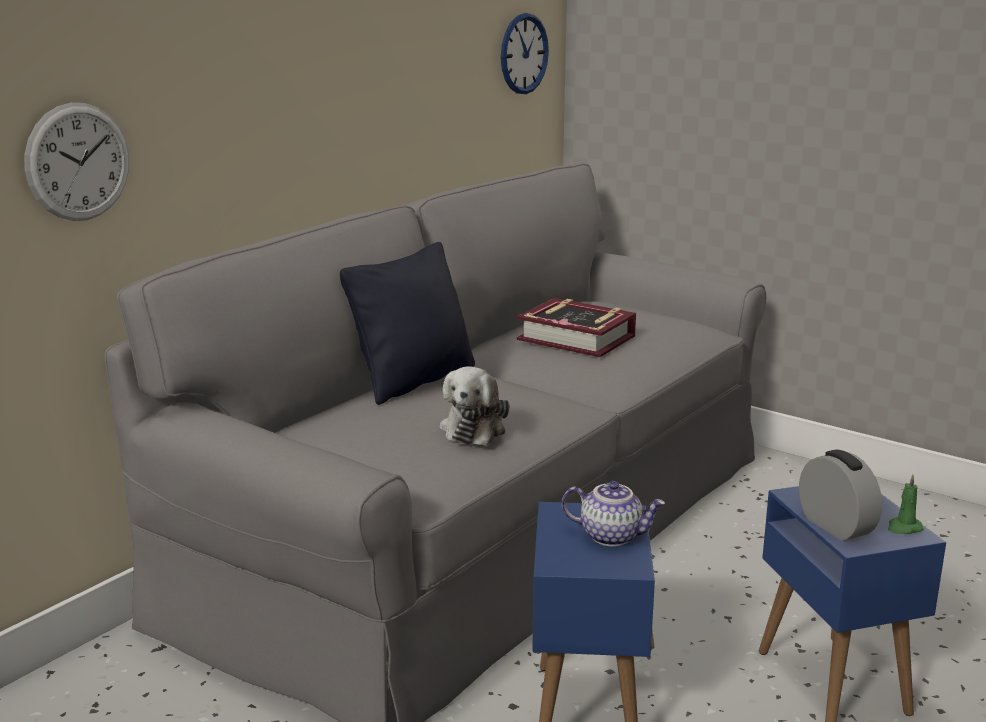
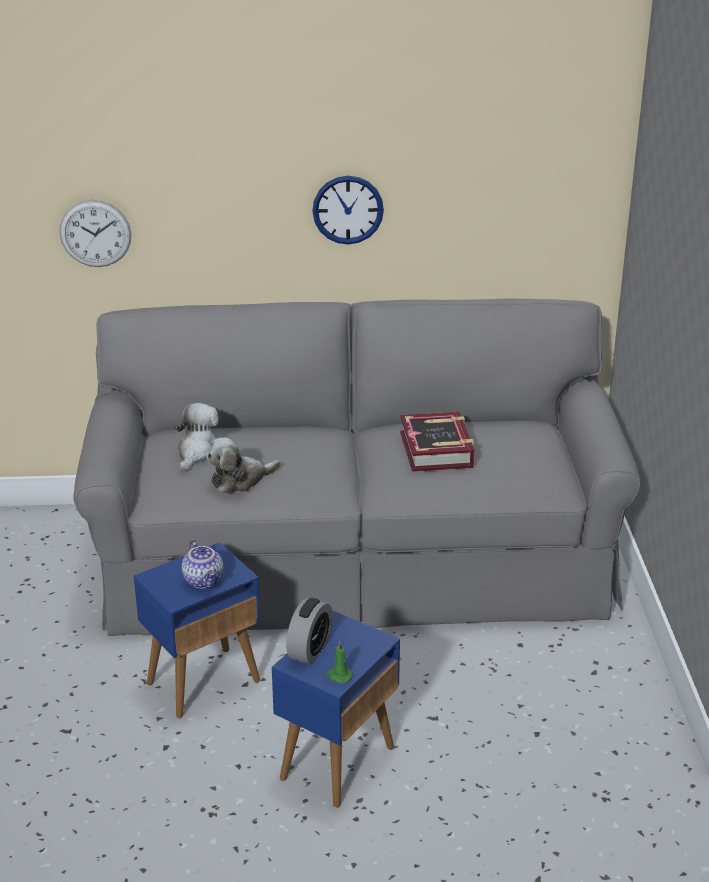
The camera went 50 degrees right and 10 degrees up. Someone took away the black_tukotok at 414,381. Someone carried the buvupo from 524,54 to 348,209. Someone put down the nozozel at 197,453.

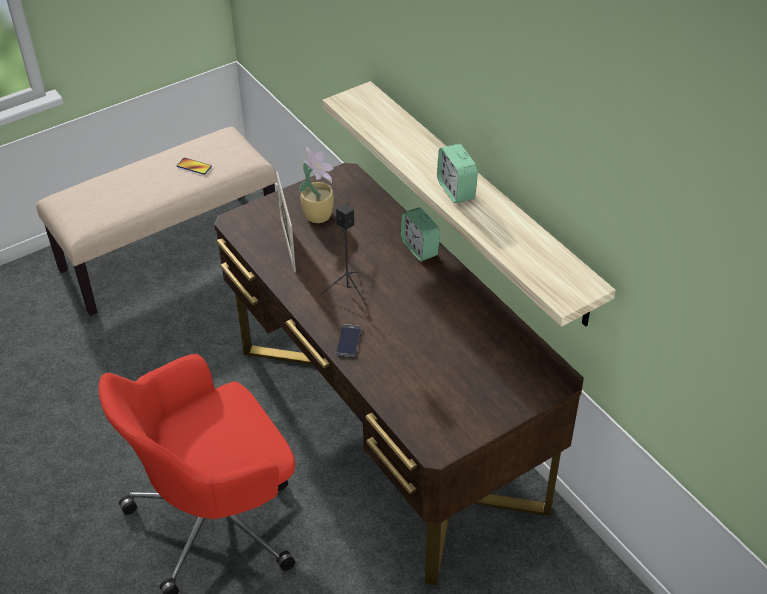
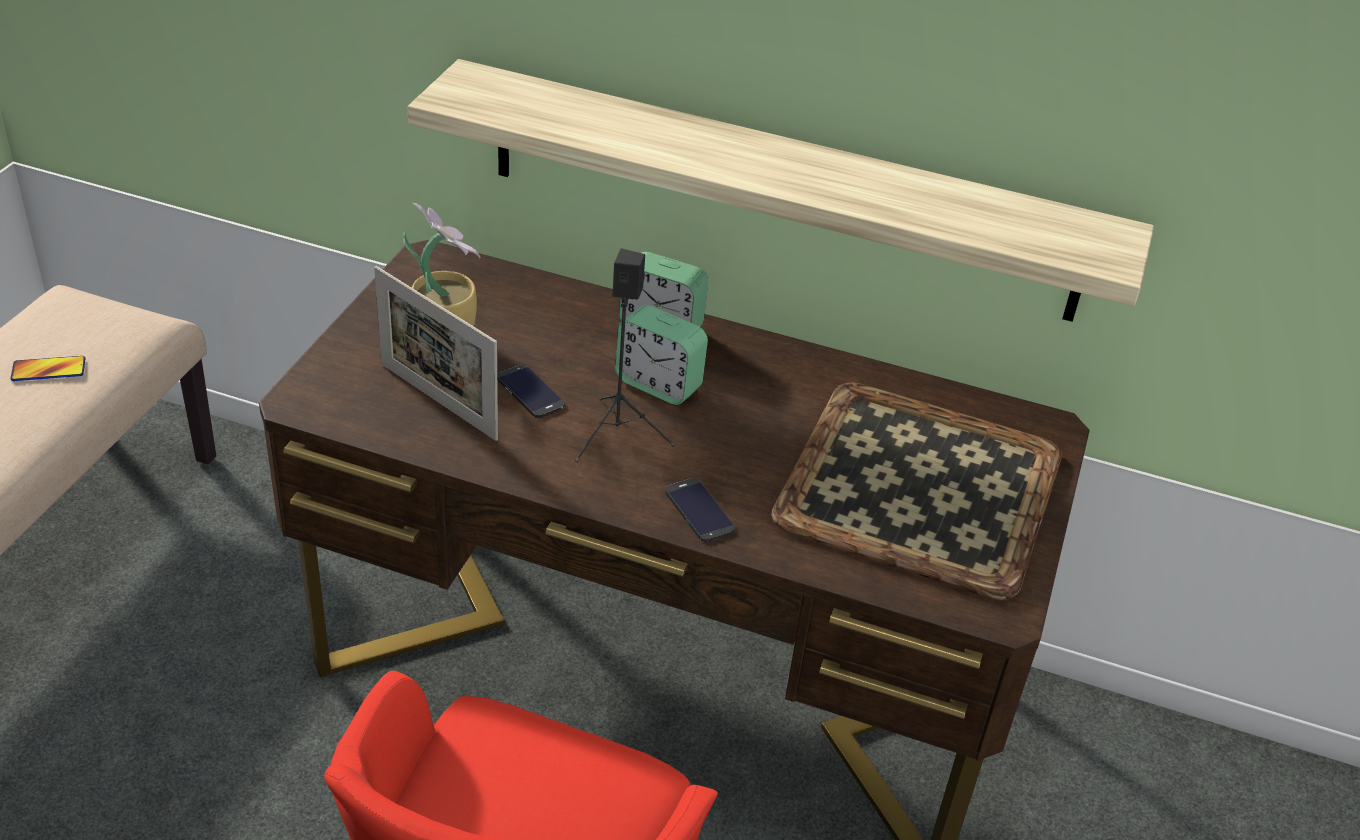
The camera went 40 degrees left and 5 degrees down. Someone carried the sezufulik from 456,190 to 658,384. Someone put down the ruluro at 530,392. Someone put down the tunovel at 916,488.

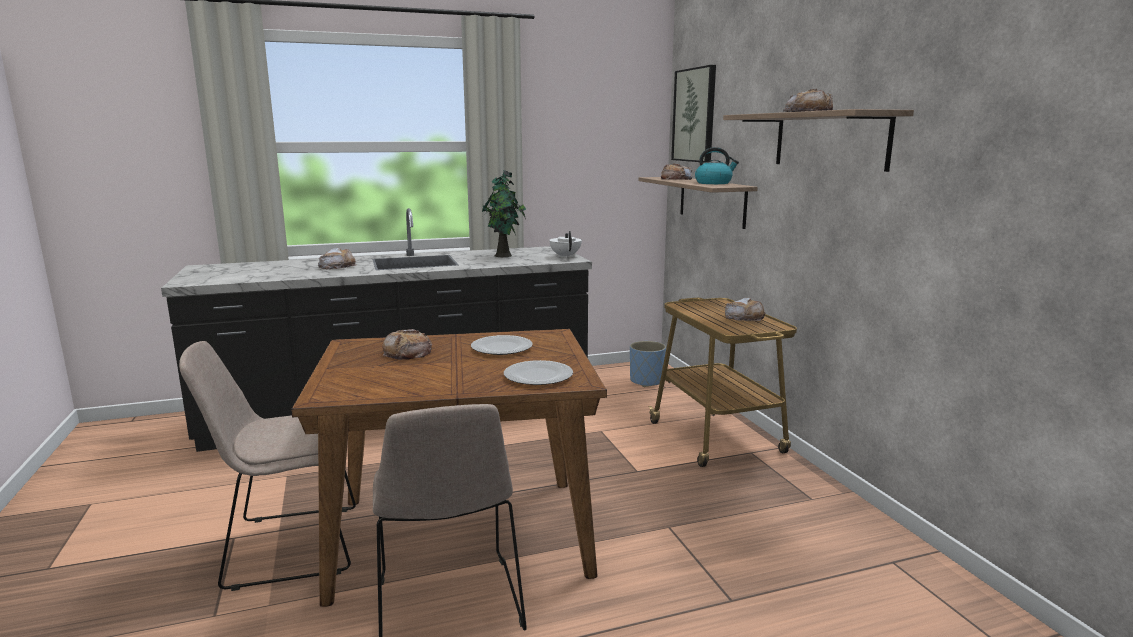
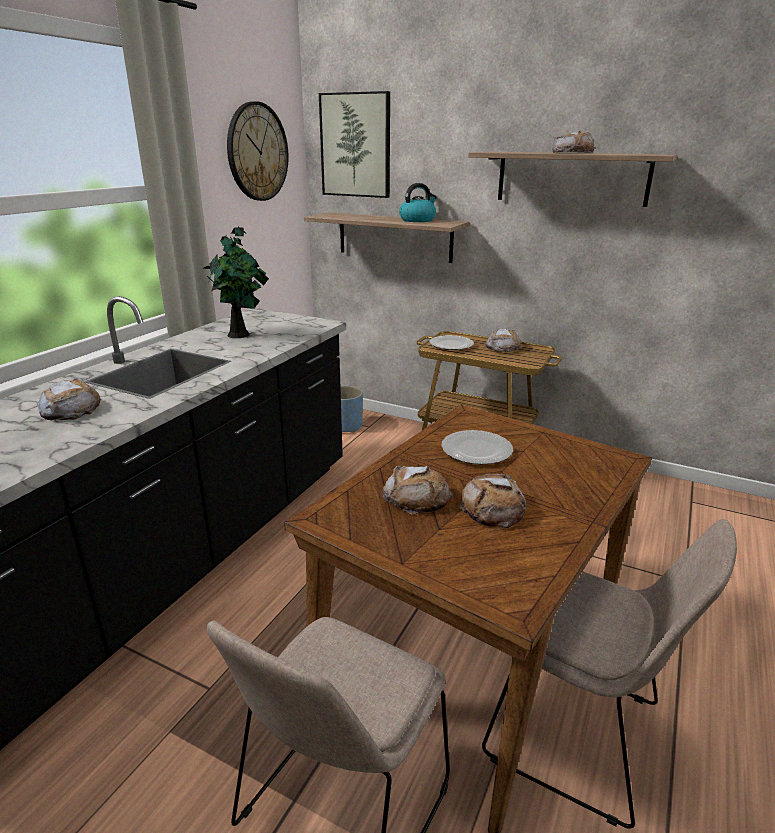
The camera went 45 degrees left and 10 degrees up. Someone carried the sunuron from 539,376 to 452,345. Someone took away the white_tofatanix at 565,256. Someone carried the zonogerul from 676,179 to 493,508. Someone put up the buvupo at 257,152.

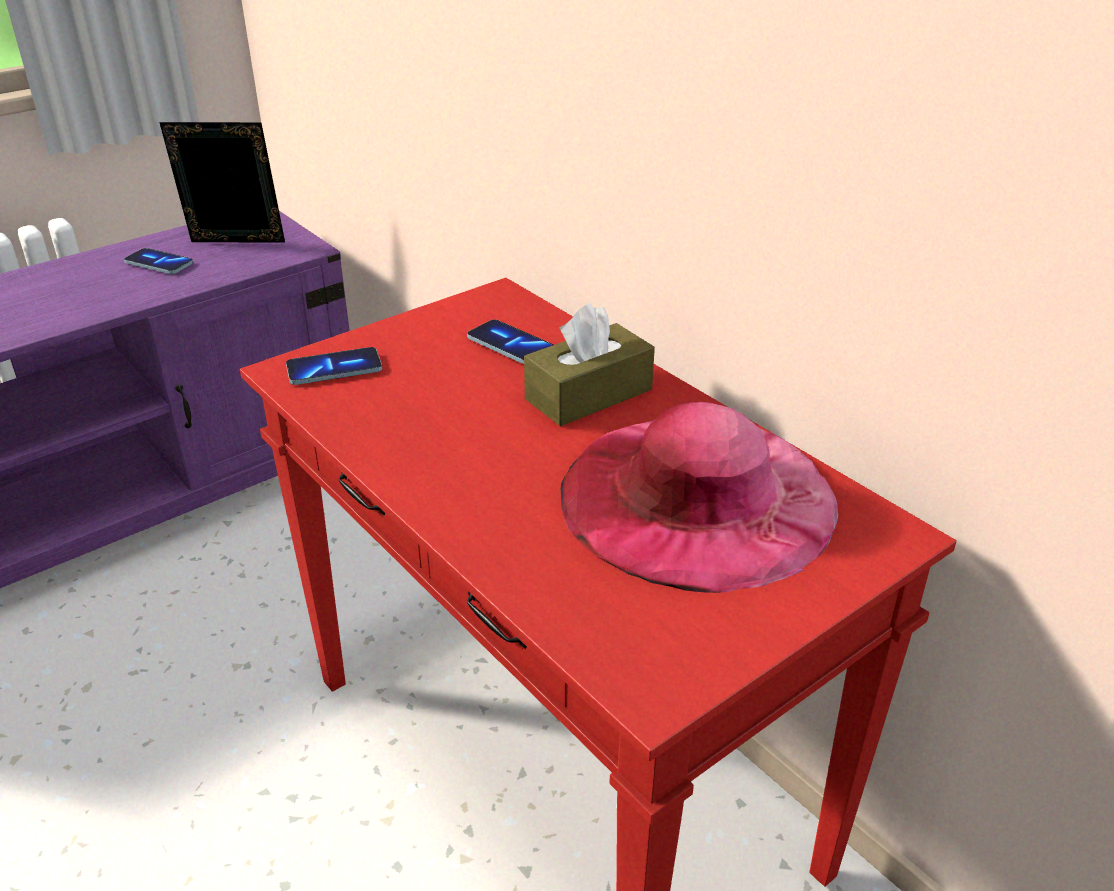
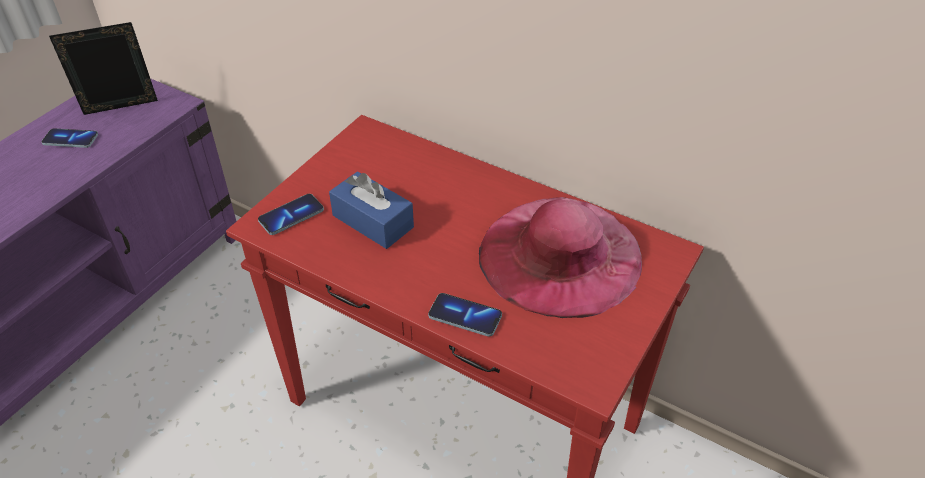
The camera went 20 degrees left and 10 degrees up. Someone carried the ruluro from 510,345 to 465,316. Someone took away the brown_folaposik at 588,394. Someone put down the blue_folaposik at 373,221.

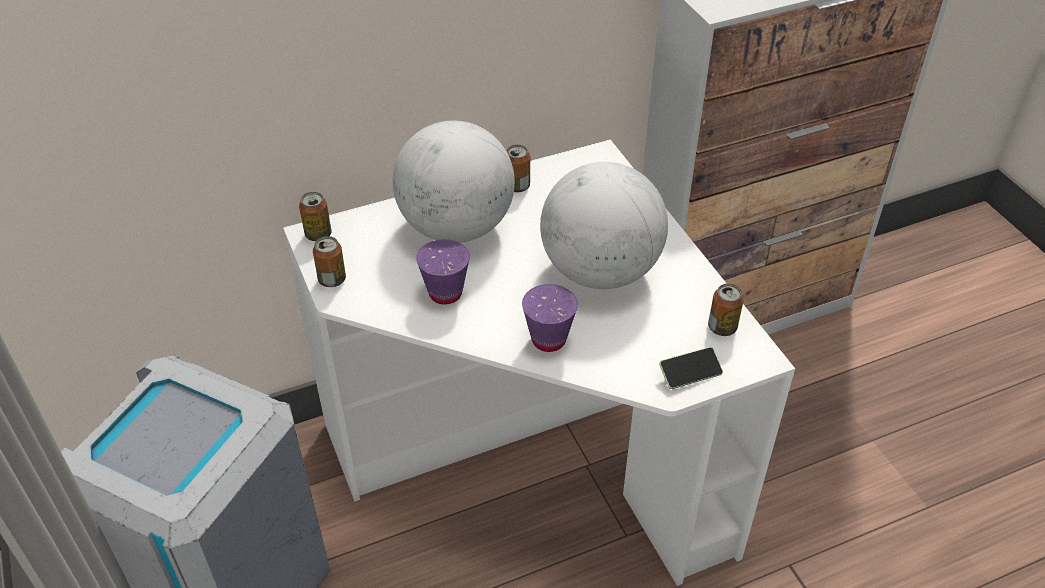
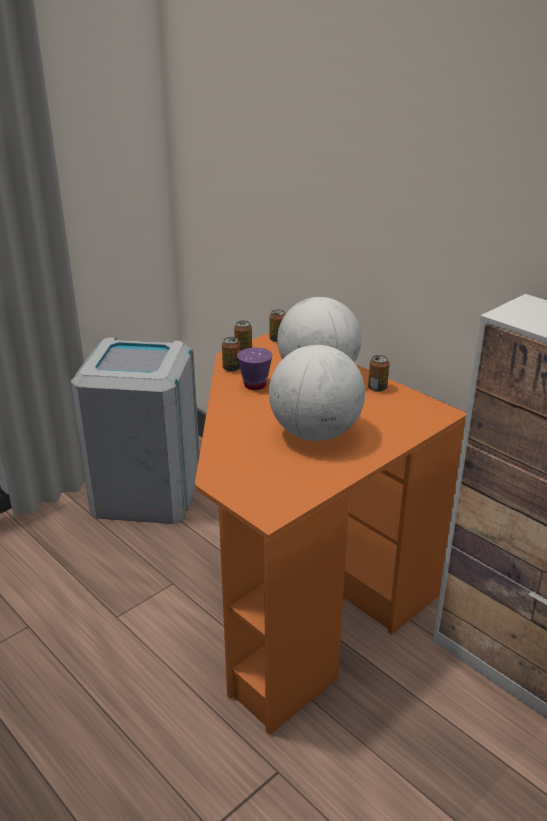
The camera went 70 degrees right and 15 degrees down. Someone repainted the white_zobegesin at 532,461, which became the orange_zobegesin at 299,588. Someone took away the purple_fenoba at 548,339. Someone took away the ruluro at 690,374. Someone carried the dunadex from 722,327 to 231,368.

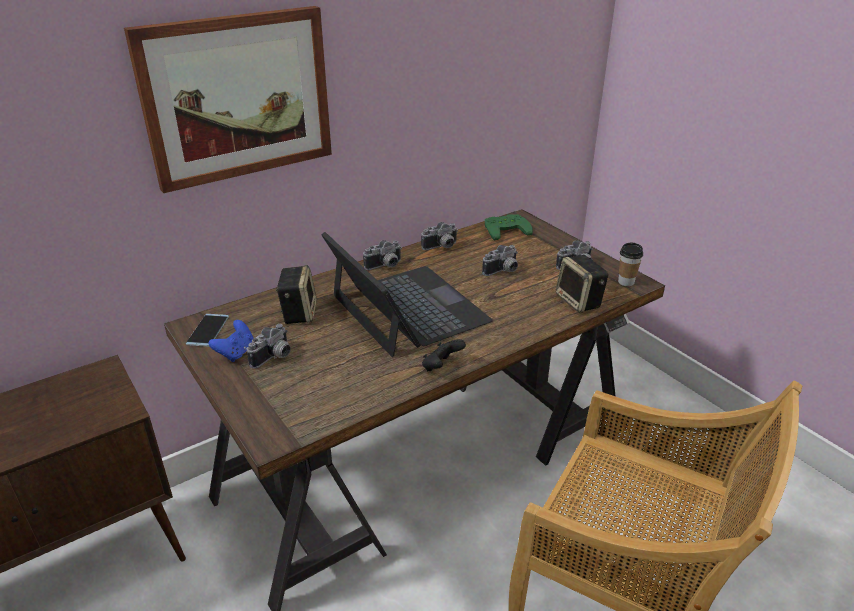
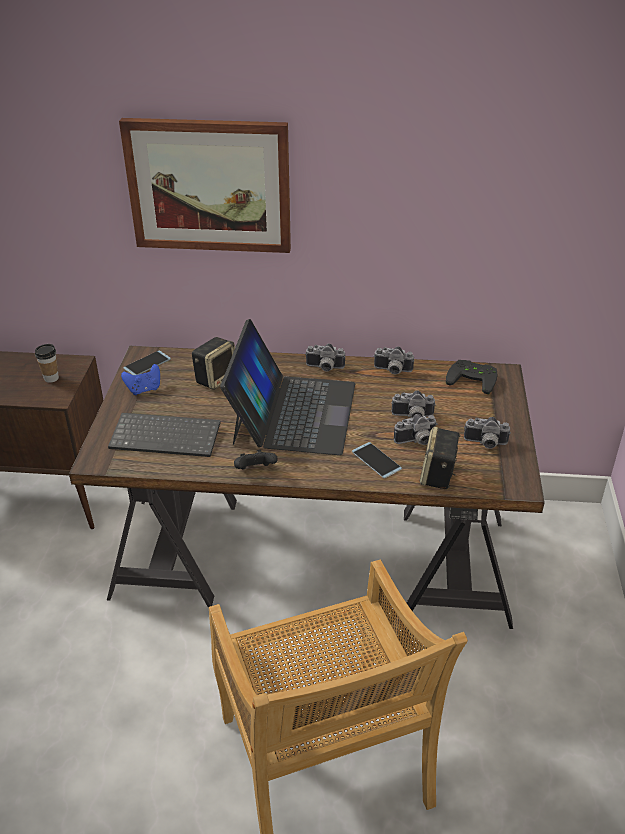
The camera went 40 degrees right and 5 degrees up. Someone carried the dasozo from 274,357 to 416,441. Someone repainted the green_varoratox at 505,229, which became the black_varoratox at 473,378. Someone carried the fenoba from 626,282 to 51,378. Someone put down the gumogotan at 167,436. Someone put down the ruluro at 376,460.

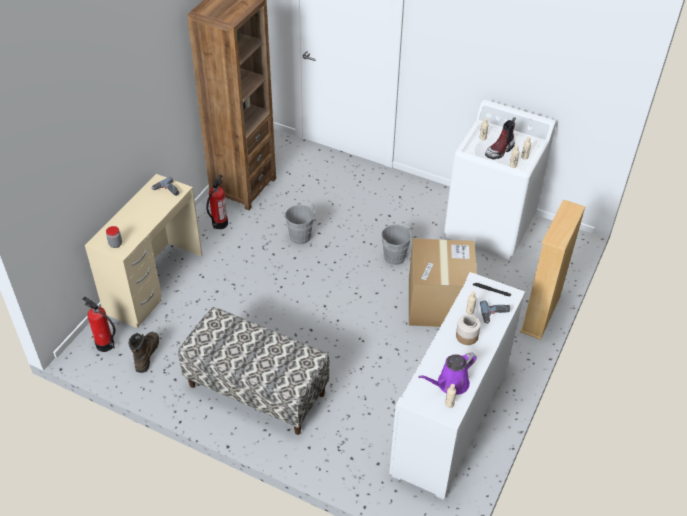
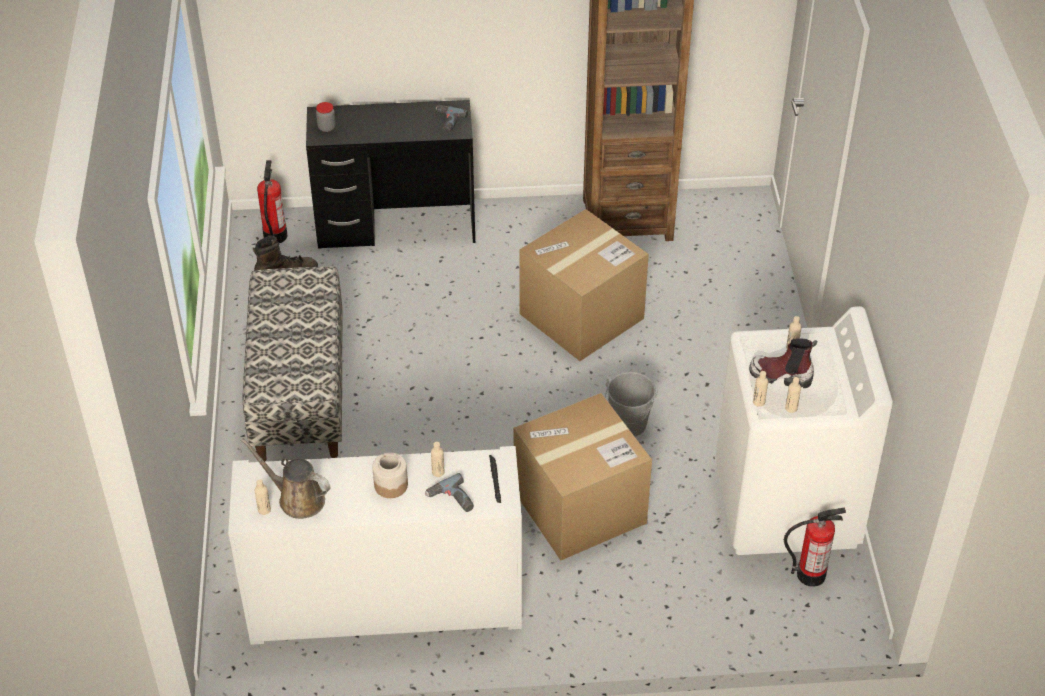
The camera went 60 degrees right and 0 degrees up. Someone repainted the beige_zobegesin at 154,283, which became the black_zobegesin at 396,226. Someone carried the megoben from 219,224 to 810,574. Someone swapped the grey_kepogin at 300,238 for the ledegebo at 581,316. Someone repainted the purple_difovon at 450,384, which became the brown_difovon at 297,499. Someone took away the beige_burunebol at 540,314.

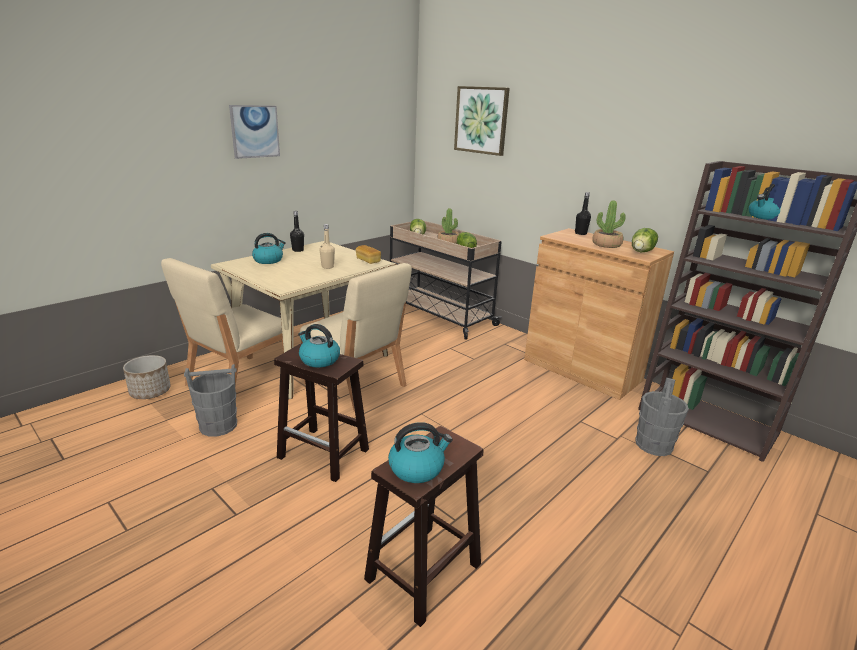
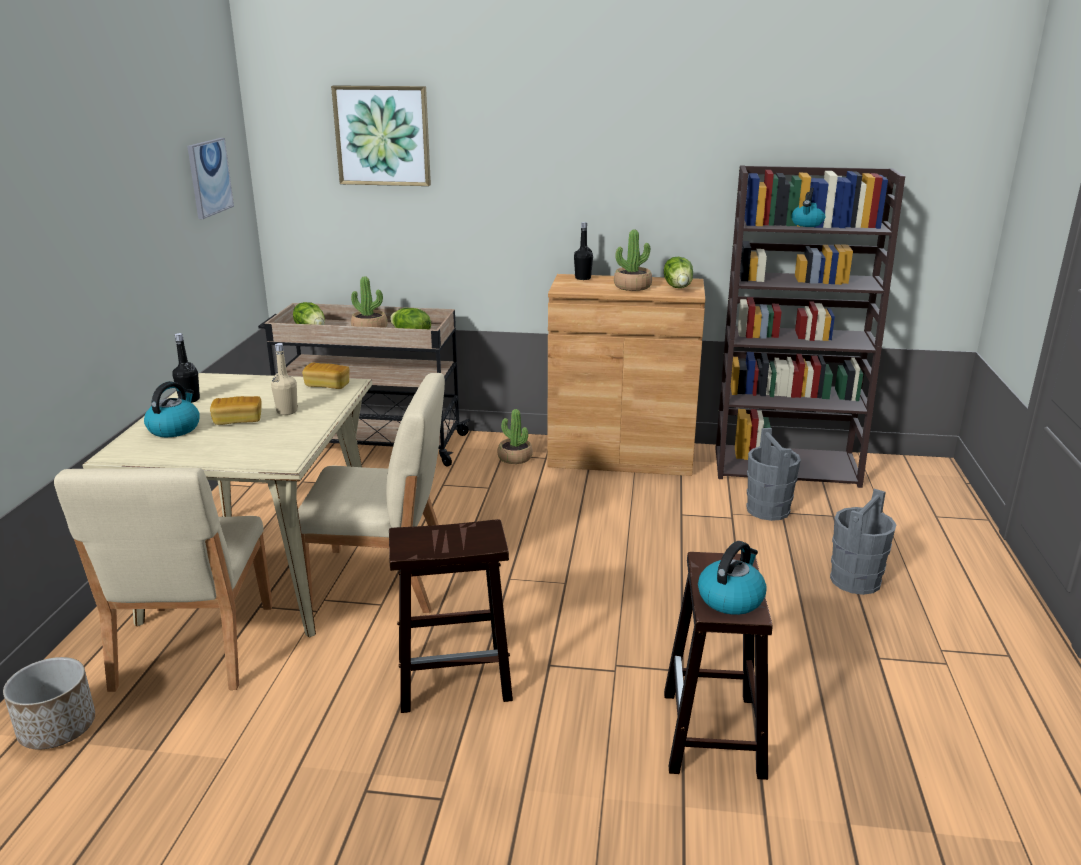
The camera went 35 degrees left and 0 degrees up. Someone carried the grey_kepogin from 219,426 to 855,580. Someone carried the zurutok from 254,131 to 209,177. Someone took away the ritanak at 319,359. Someone put down the zonogerul at 238,421. Someone put down the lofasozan at 515,458.

